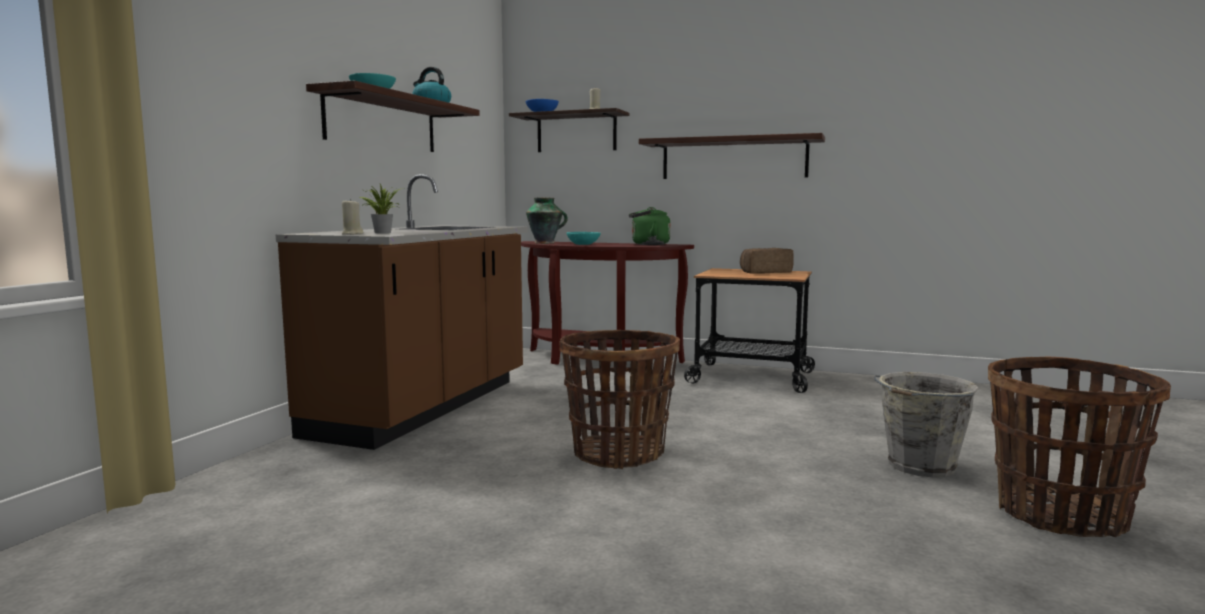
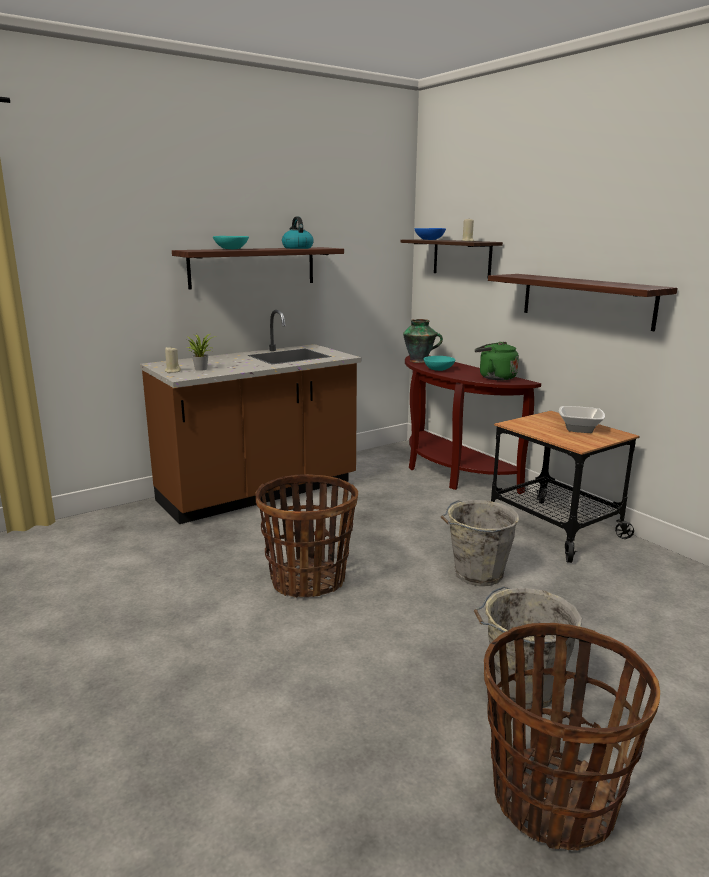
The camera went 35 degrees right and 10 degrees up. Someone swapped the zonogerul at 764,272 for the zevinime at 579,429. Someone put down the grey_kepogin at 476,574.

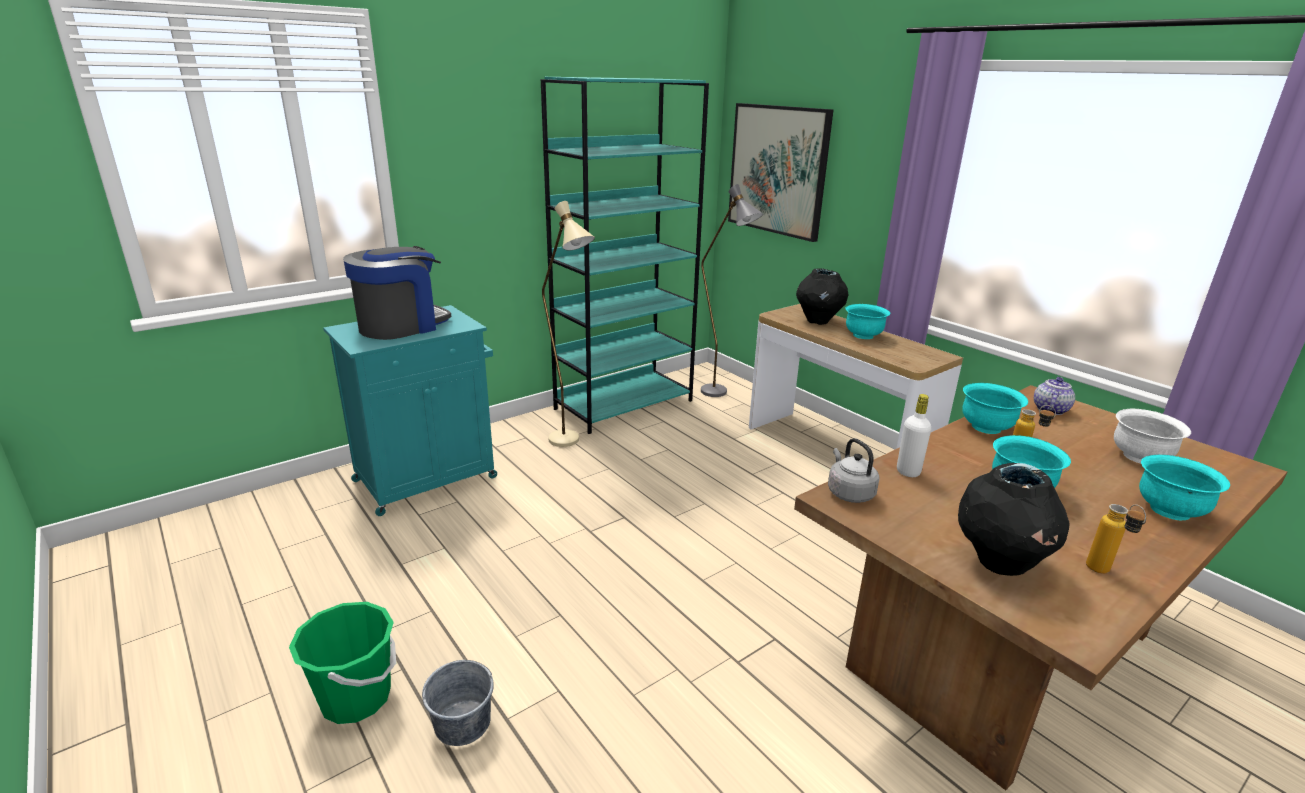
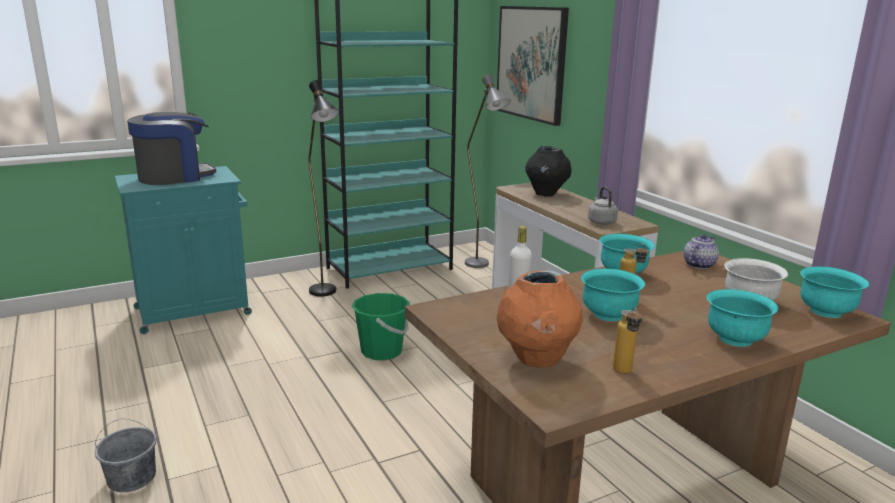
The camera went 10 degrees right and 5 degrees down. Someone carried the green_kepogin from 356,698 to 382,351. Someone repainted the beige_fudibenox at 570,444, which became the black_fudibenox at 326,294. Someone carried the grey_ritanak from 849,493 to 601,221. Someone carried the turquoise_zevinime from 863,336 to 826,312. Someone repainted the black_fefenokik at 1000,563, which became the orange_fefenokik at 536,359.

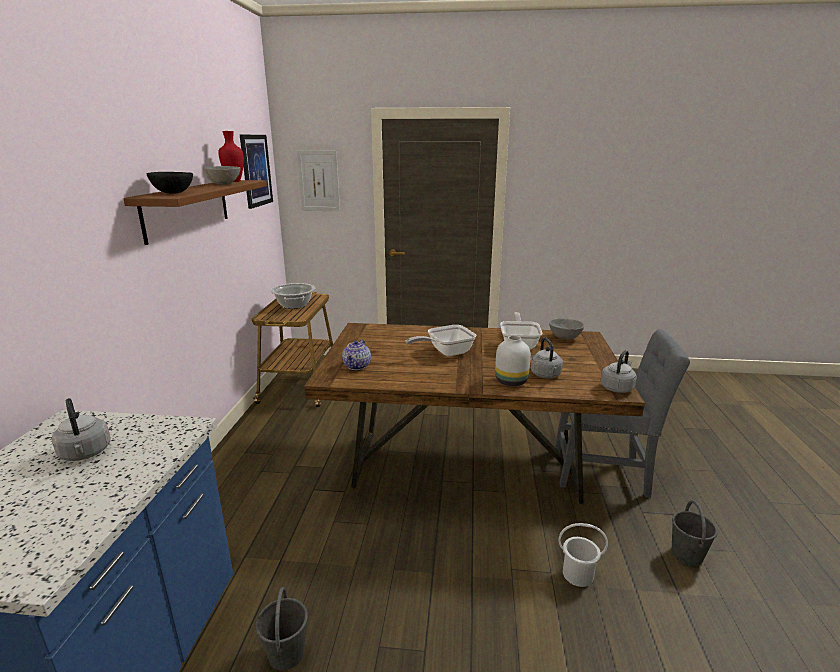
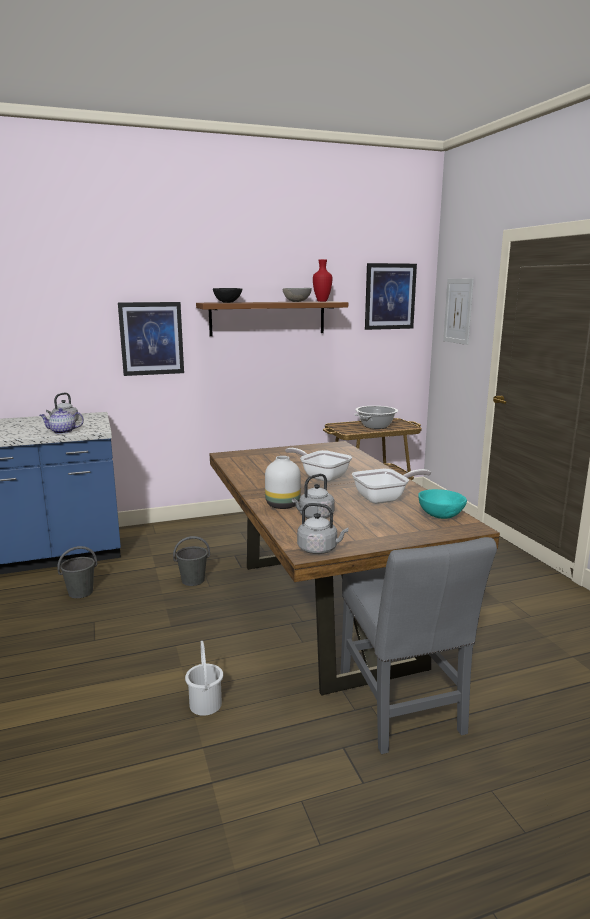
The camera went 65 degrees right and 5 degrees down. Someone carried the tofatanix from 357,366 to 63,432. Someone repainted the grey_zevinime at 564,338, which became the turquoise_zevinime at 440,516. Someone carried the grey_kepogin from 687,555 to 192,580. Someone put up the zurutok at 151,338.

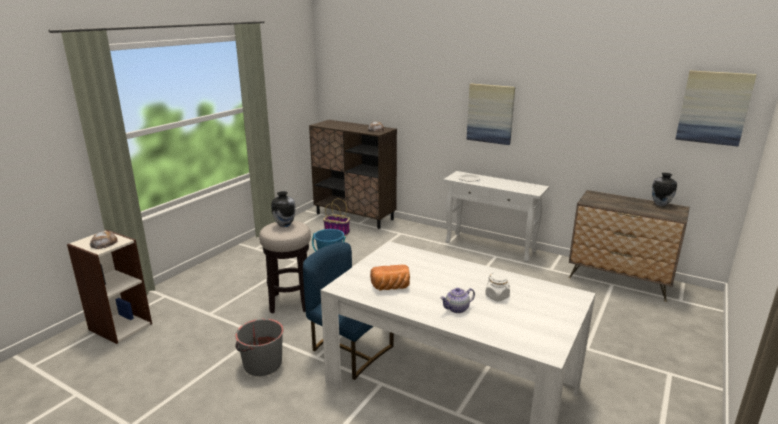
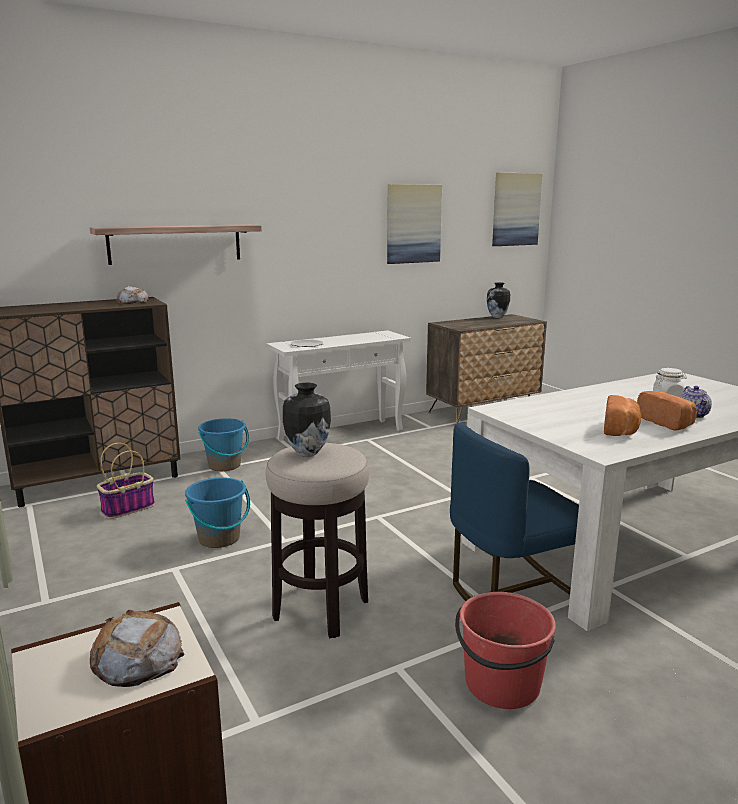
The camera went 60 degrees left and 5 degrees down. Someone repainted the grey_kepogin at 262,364, which became the red_kepogin at 501,684. Someone carried the zurutok from 490,113 to 413,224. Someone put up the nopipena at 175,243. Someone put down the blue_kepogin at 224,465. Someone put down the zonogerul at 667,423.

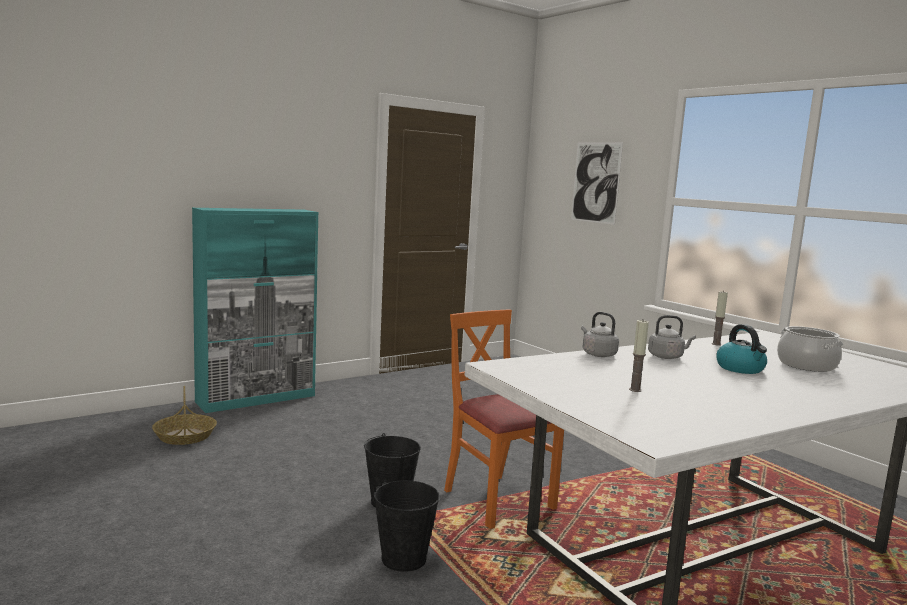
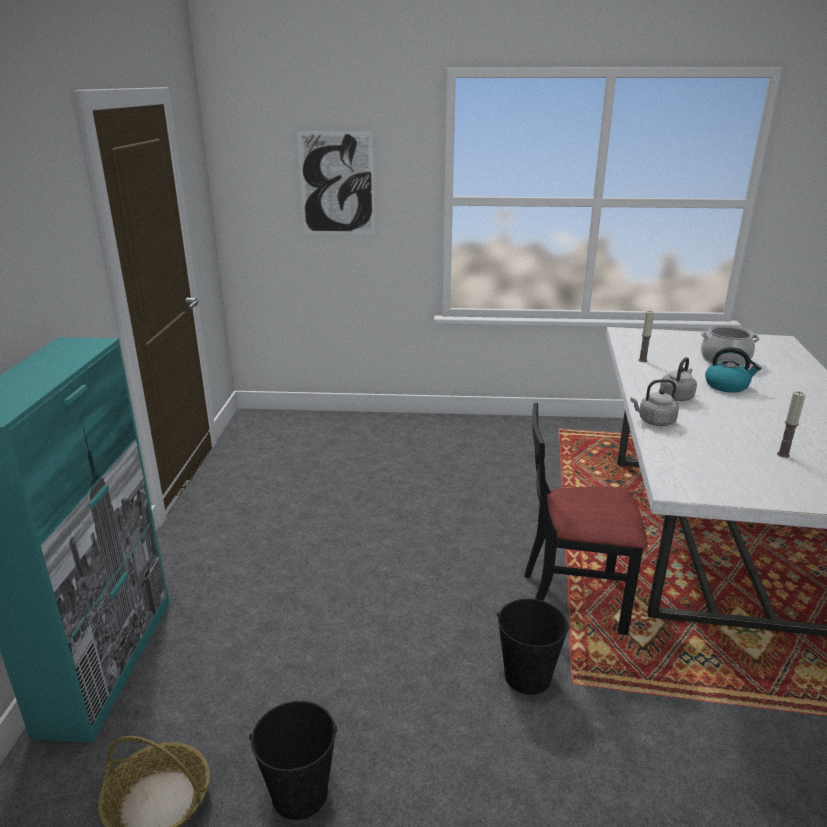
The camera went 50 degrees left and 15 degrees up. Someone carried the black_kepogin from 404,558 to 299,793. Someone repainted the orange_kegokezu at 497,500, which became the black_kegokezu at 573,600.

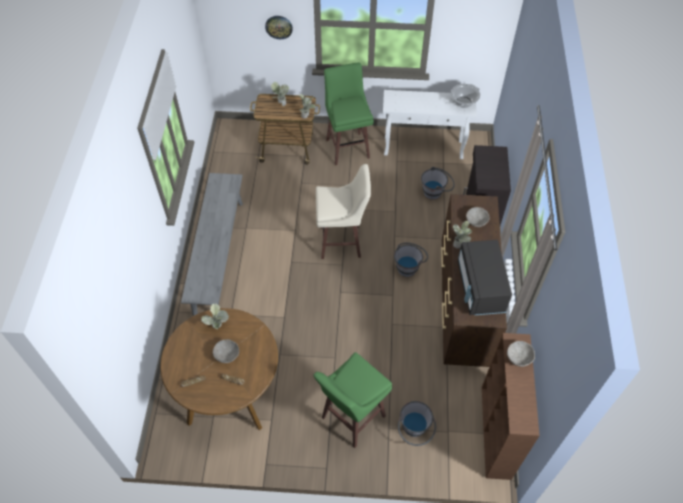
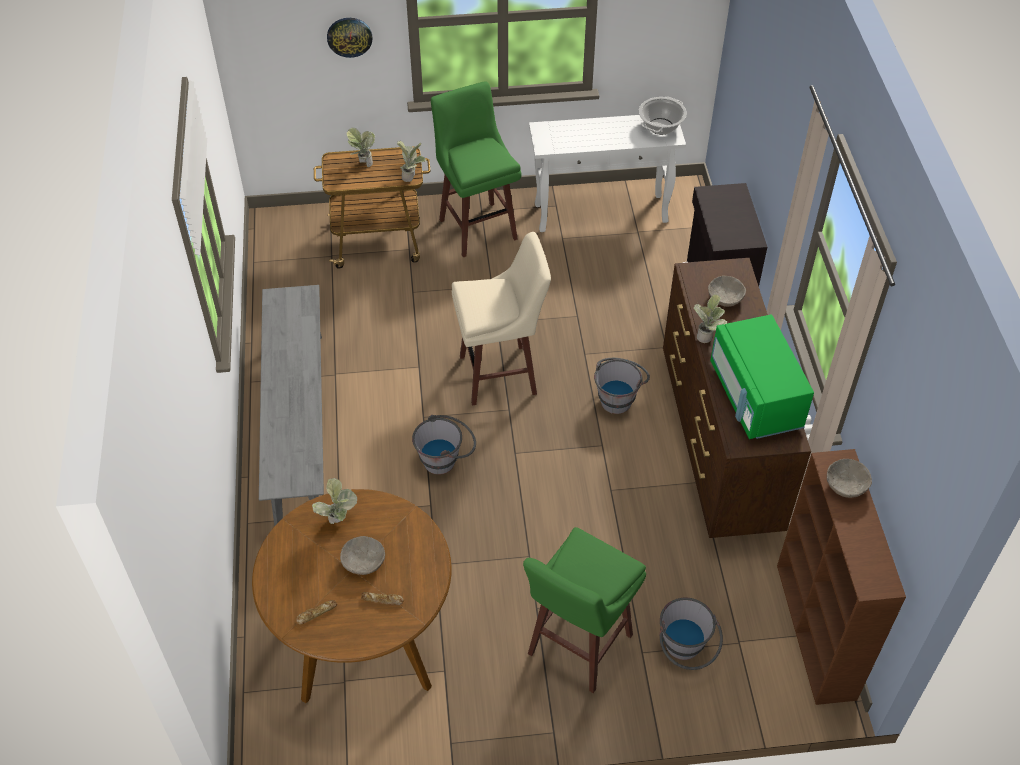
The camera went 10 degrees left and 5 degrees down. Someone carried the grey_kepogin from 436,192 to 446,459. Someone repainted the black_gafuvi at 480,288, which became the green_gafuvi at 755,397.

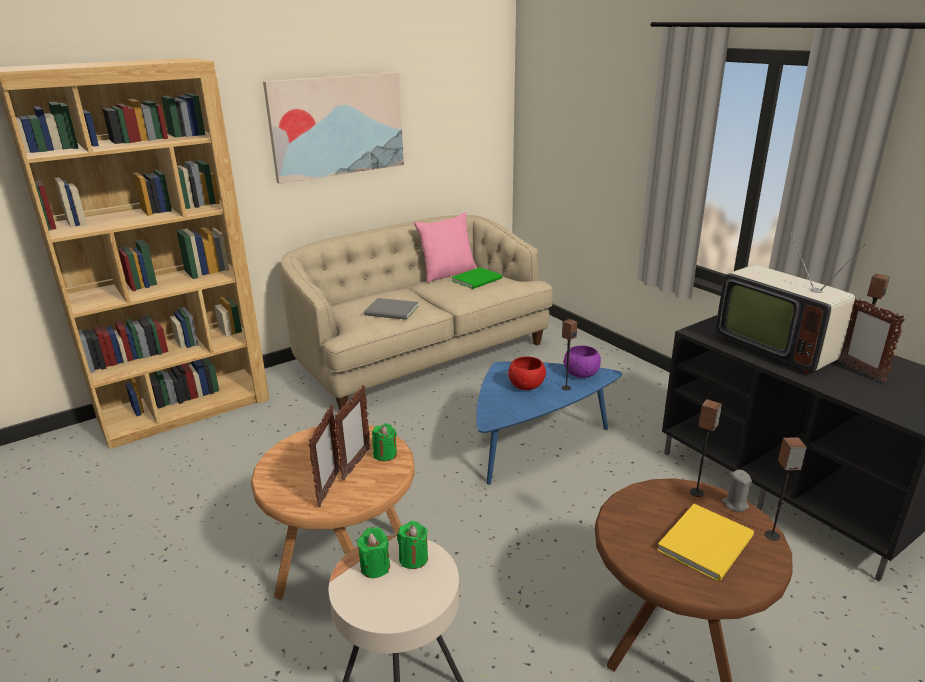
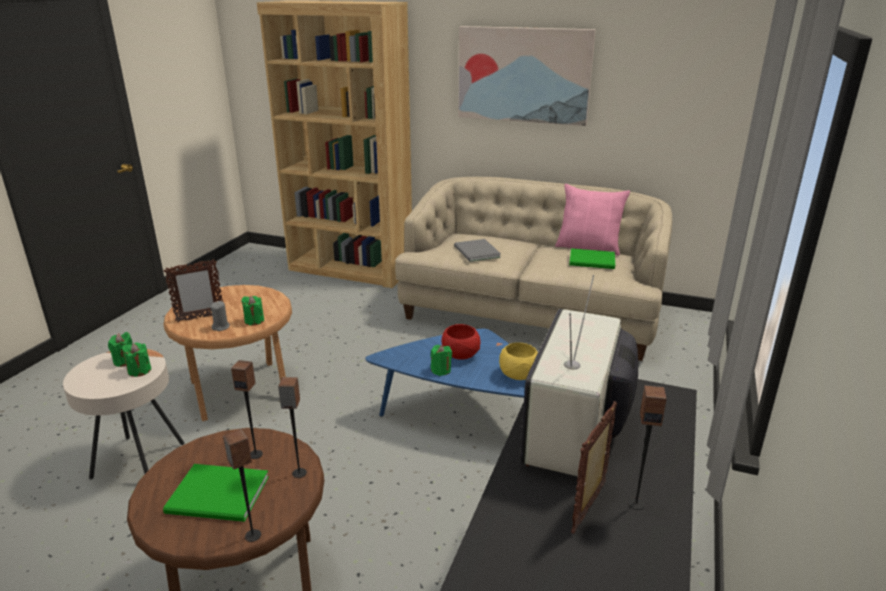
The camera went 55 degrees right and 0 degrees up. Someone took away the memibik at 356,464. Someone carried the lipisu from 566,388 to 256,454. Someone repainted the purple_zevinime at 582,374, which became the yellow_zevinime at 518,375. Someone repainted the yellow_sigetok at 708,543, which became the green_sigetok at 220,497. Someone carried the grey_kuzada from 735,504 to 221,327. Someone put down the green_kuzada at 441,370.

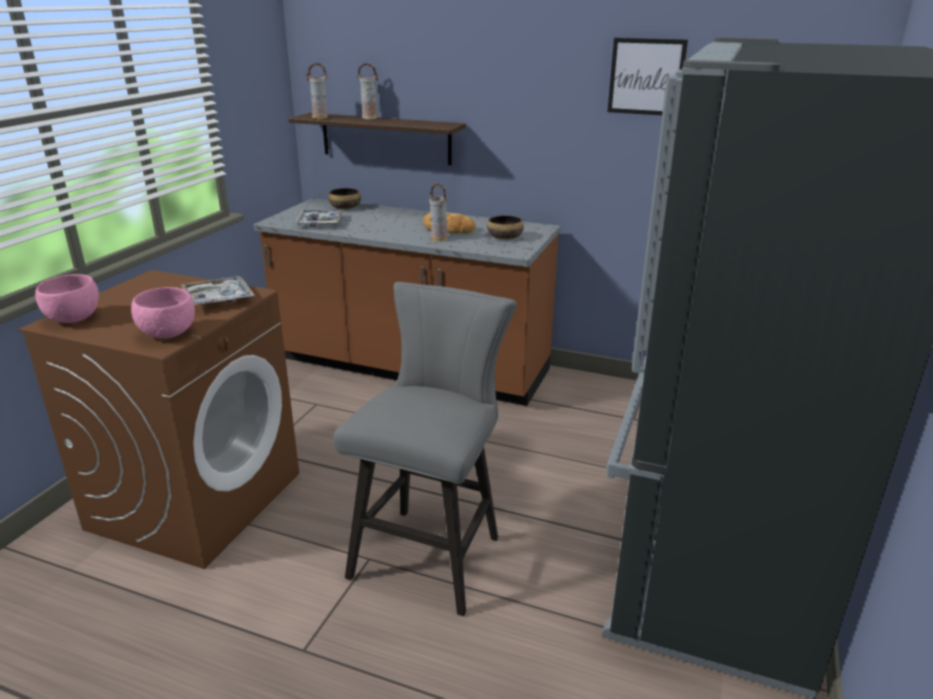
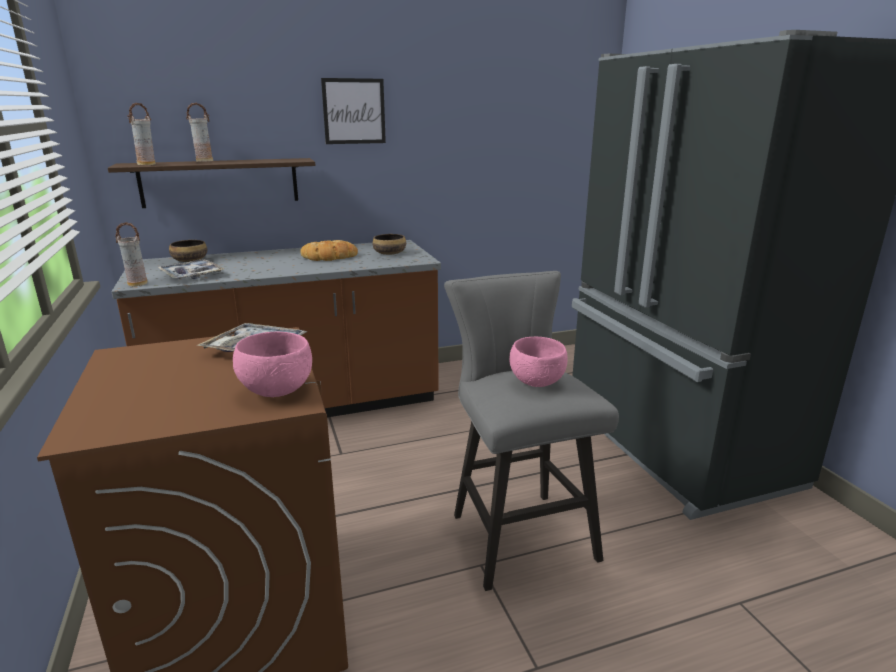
The camera went 40 degrees left and 5 degrees down. Someone carried the pink_zevinime from 73,319 to 536,382. Someone carried the fefenokik from 438,239 to 137,284. Someone carried the zurutok from 646,77 to 354,111.

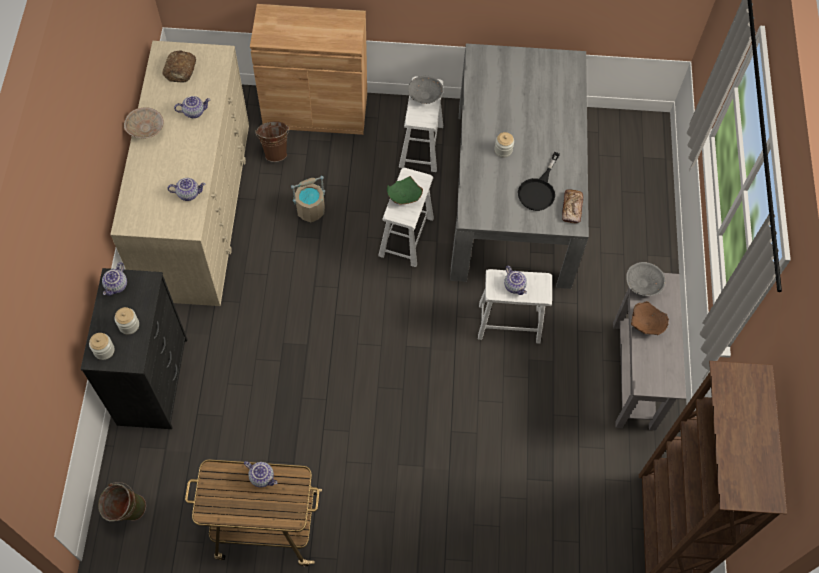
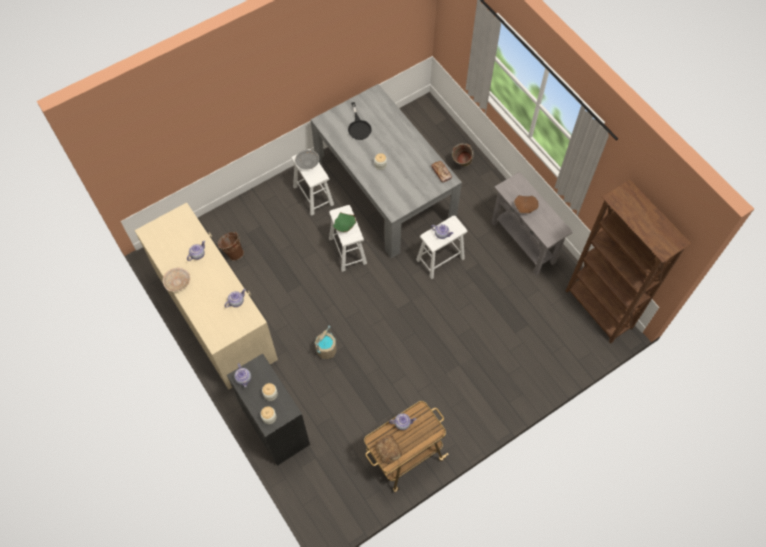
The camera went 35 degrees left and 0 degrees up. Someone carried the green_kepogin from 126,511 to 461,164. Someone carried the zonogerul from 180,69 to 388,450. Someone took away the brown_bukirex at 315,111. Someone carried the beige_kepogin from 311,210 to 326,349. Someone carried the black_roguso from 539,190 to 359,127. Someone took away the grey_zevinime at 643,284.

